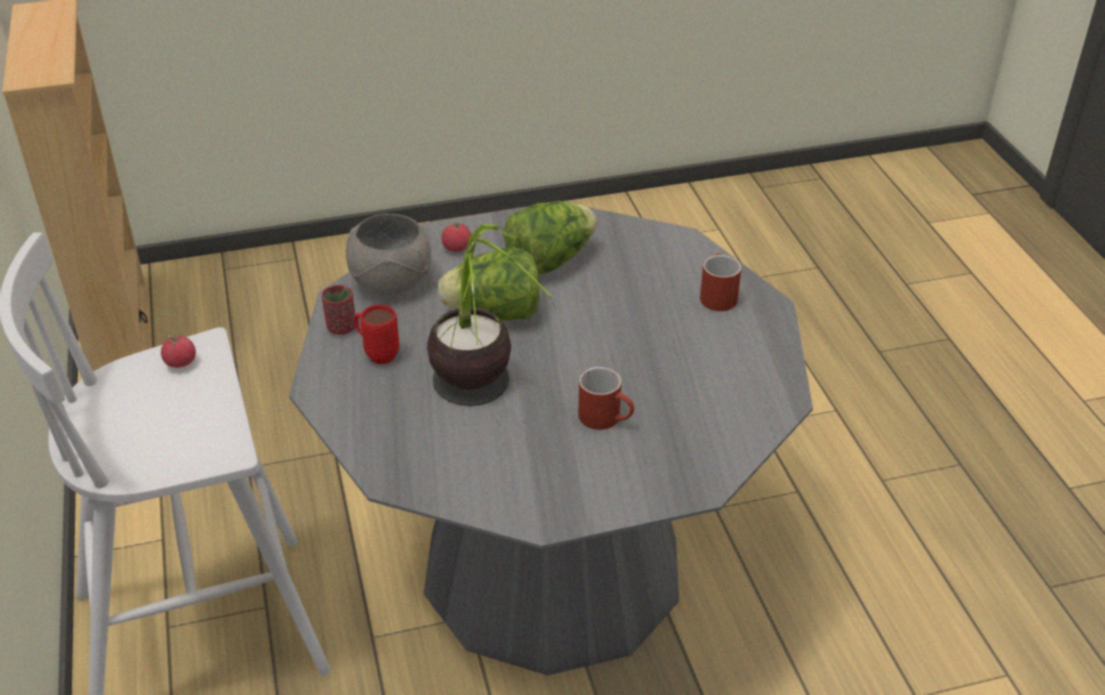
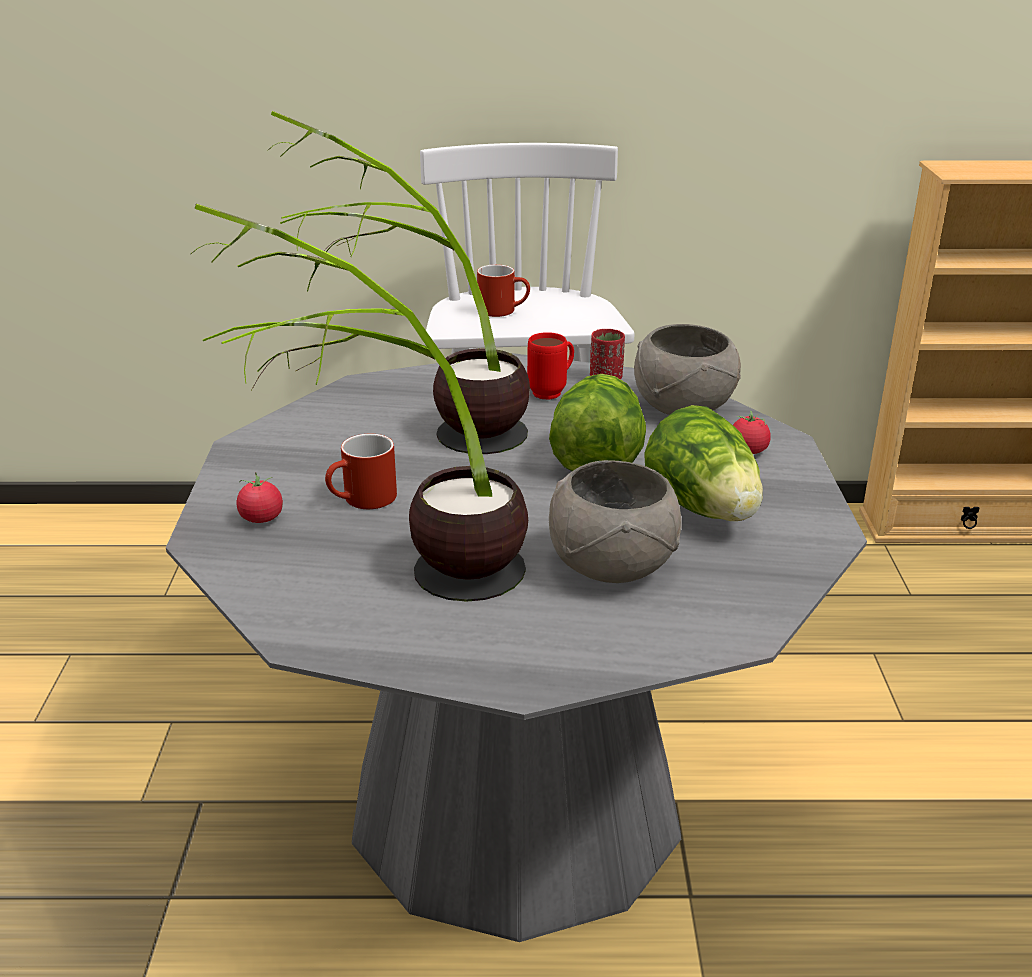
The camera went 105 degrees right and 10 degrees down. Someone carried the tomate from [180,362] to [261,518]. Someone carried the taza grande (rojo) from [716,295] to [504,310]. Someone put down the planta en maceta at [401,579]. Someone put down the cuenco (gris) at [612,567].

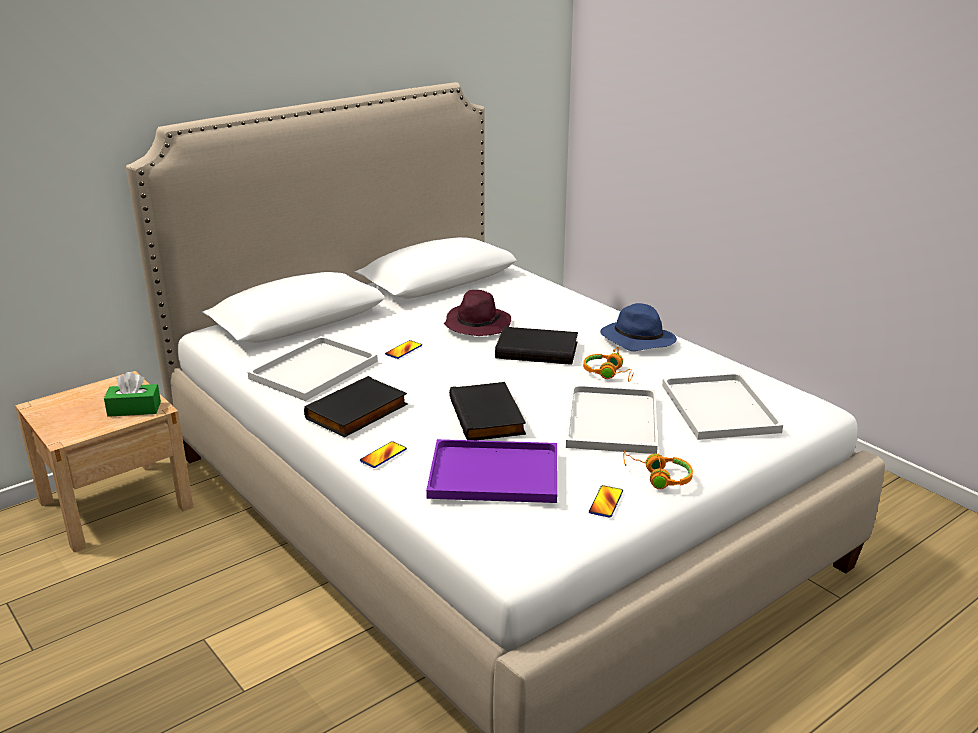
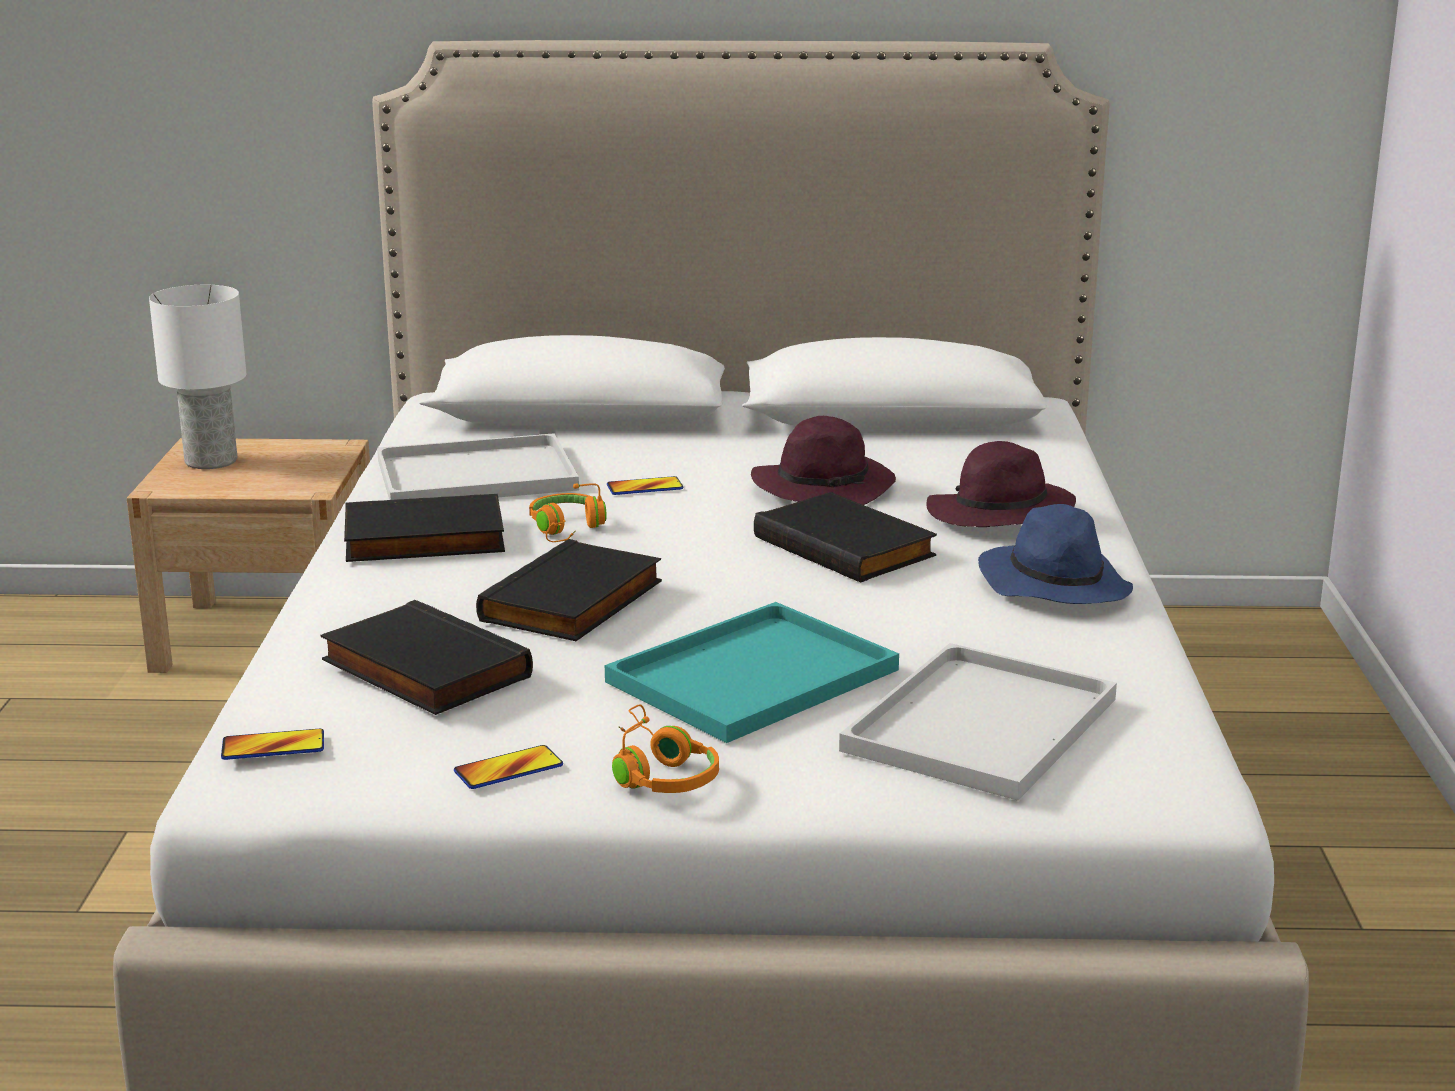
The camera went 40 degrees right and 5 degrees down. Someone took away the caja de pañuelos (verde) at [134,409]. Someone carried the móvil from [383,455] to [273,747]. Someone swapped the bandeja (morado) at [491,474] for the libro (negro) at [421,670]. Someone repainted the bandeja (blanco) at [610,420], which became the bandeja (turquesa) at [754,673]. Someone carried the auriculares (naranja) from [608,374] to [567,530]. Someone put down the lámpara de mesa (blanco) at [209,461]. Someone put down the sombrero (morado) at [999,516].

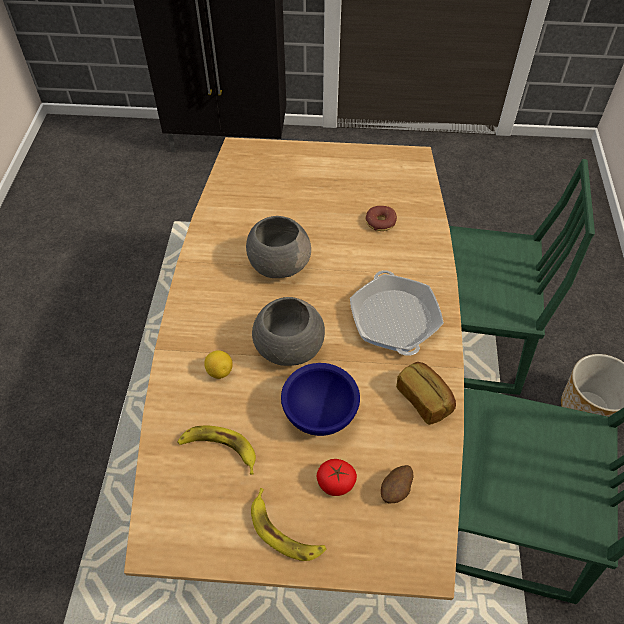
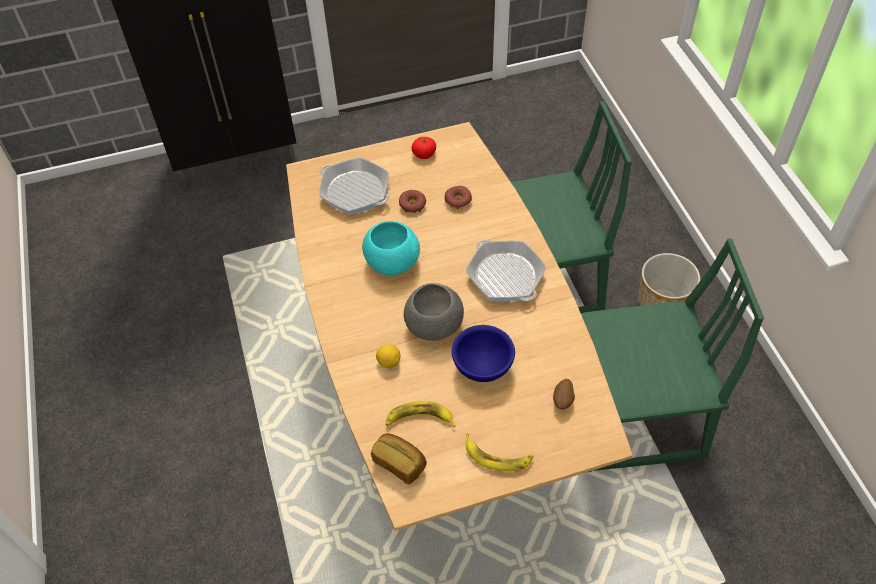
The camera went 20 degrees left and 0 degrees up. Someone repainted the cuenco (gris) at [278,263], which became the cuenco (turquesa) at [391,261]. Someone carried the tomate from [336,482] to [424,154]. Someone carried the pan from [425,399] to [400,463]. Someone put down the sartén at [355,191]. Someone put down the rosquilla at [412,204].

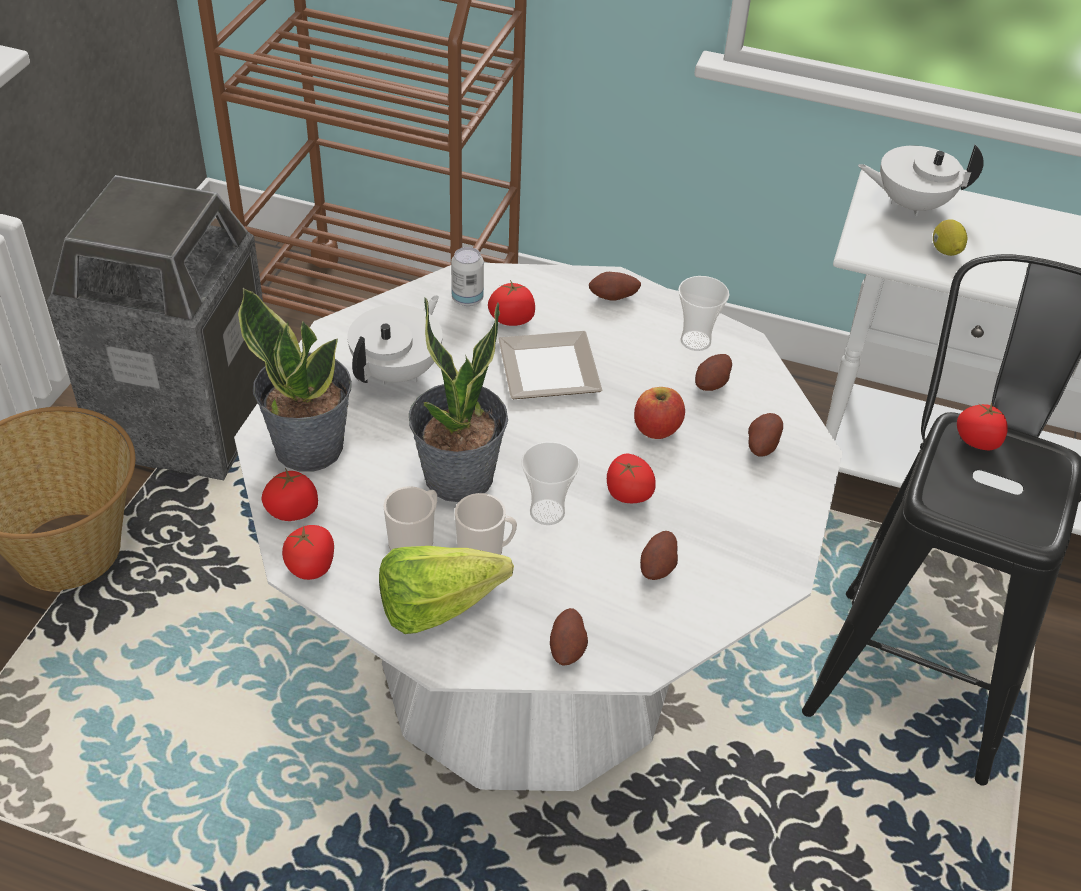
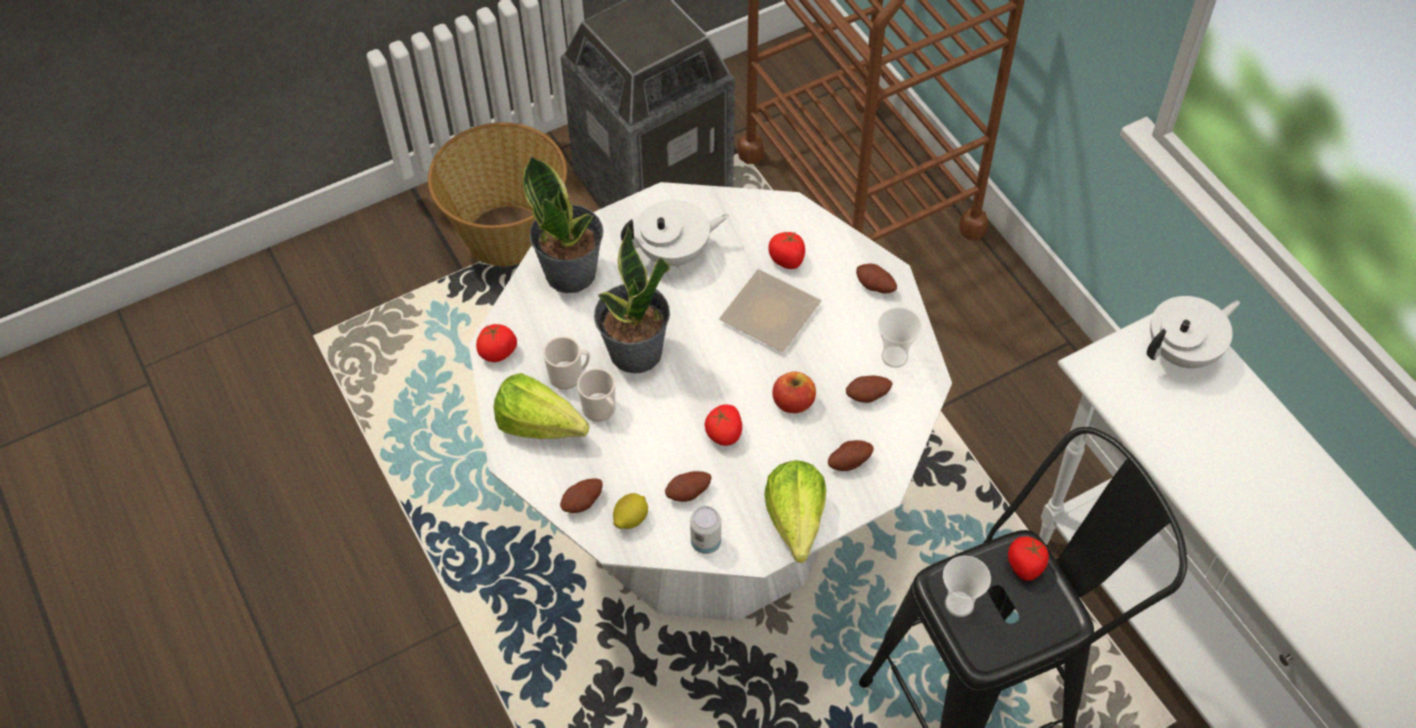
The camera went 45 degrees right and 10 degrees up. Someone took away the tomate at [293,510]. Someone carried the lata from [467,299] to [706,542]. Someone carried the taza from [547,512] to [959,604]. Someone rotated the tetera (blanco) at [910,204] by 105 degrees clockwise. Someone carried the limón from [945,251] to [630,519]. Someone put down the lechuga at [794,529].

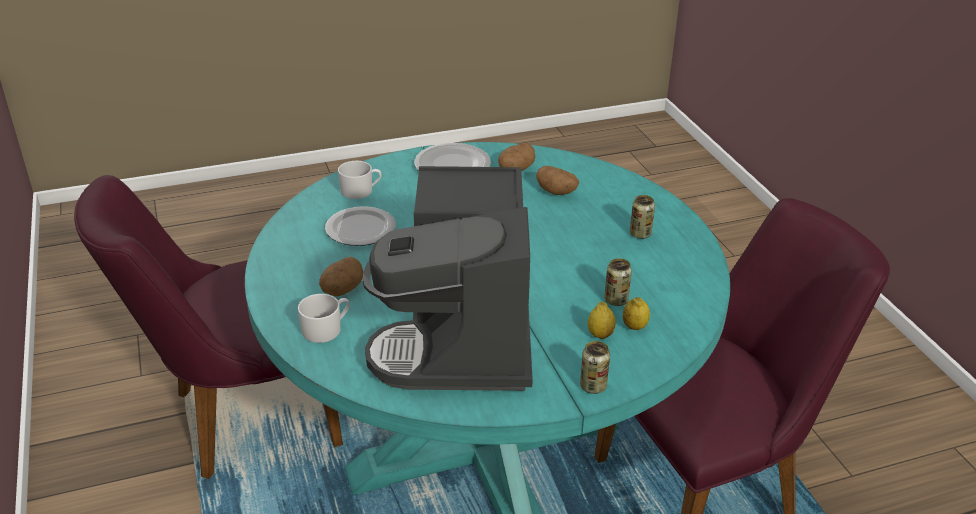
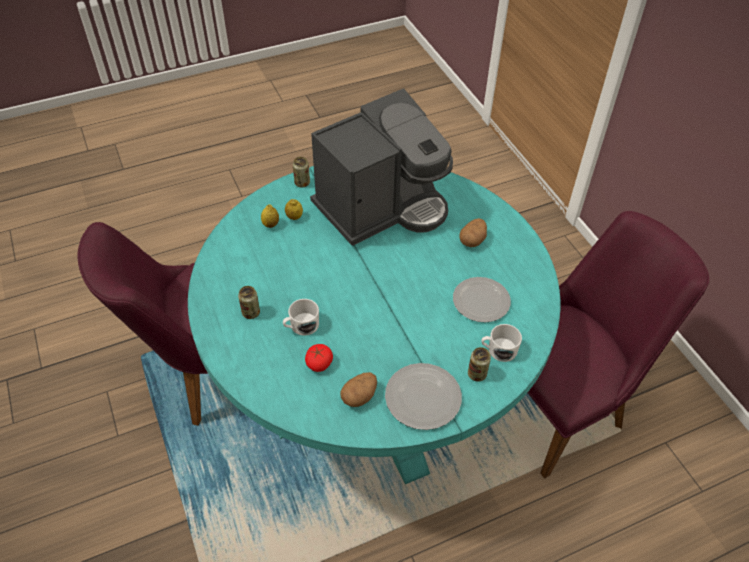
The camera went 175 degrees right and 15 degrees up. Someone carried the taza grande (blanco) from [326,329] to [301,326]. Someone rotated the cafetera at [462,341] by 60 degrees clockwise. Someone swapped the patata at [556,192] for the tomate at [319,363]. Someone carried the lata from [616,300] to [477,374].

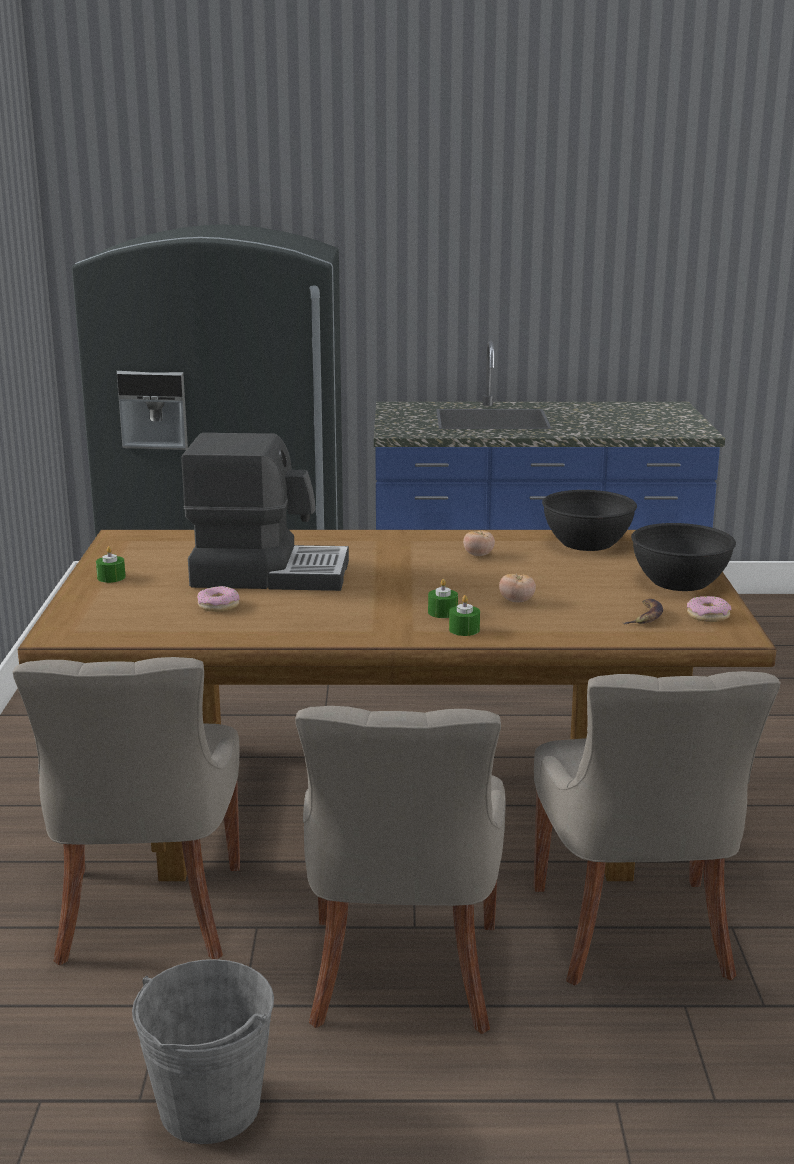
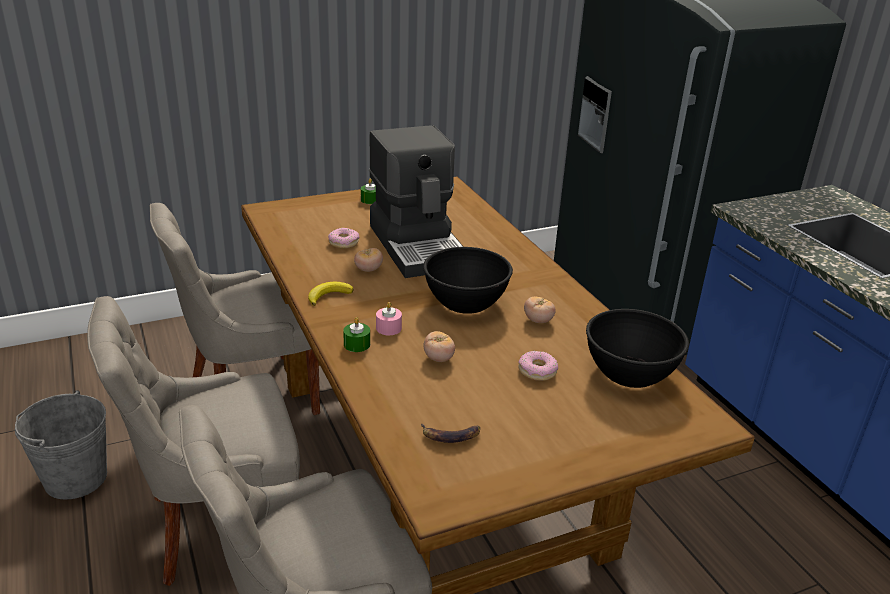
The camera went 65 degrees right and 10 degrees up. Someone repainted the vela (verde) at [442,612], which became the vela (rosa) at [388,328]. Someone carried the cuenco (negro) from [679,582] to [465,301]. Someone carried the rosquilla from [708,616] to [537,371]. Someone put down the plátano at [328,295]. Someone put down the tomate at [368,270].

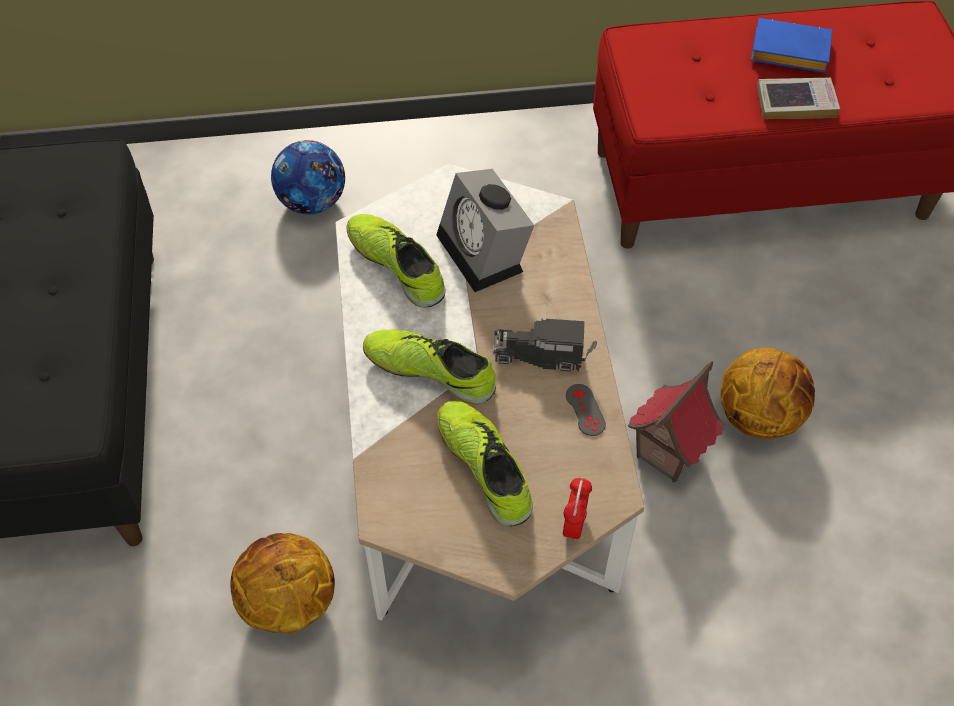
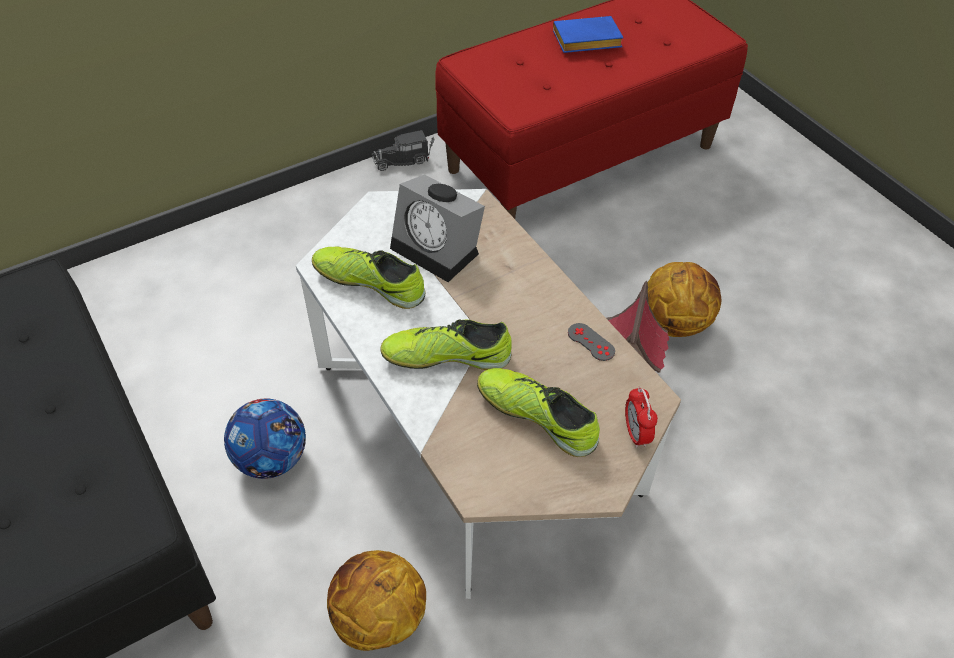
The camera went 25 degrees left and 5 degrees down. Someone carried the balón de fútbol from [312,202] to [271,459]. Someone carried the camión de juguete from [543,354] to [404,160]. Someone took away the libro at [795,103].

